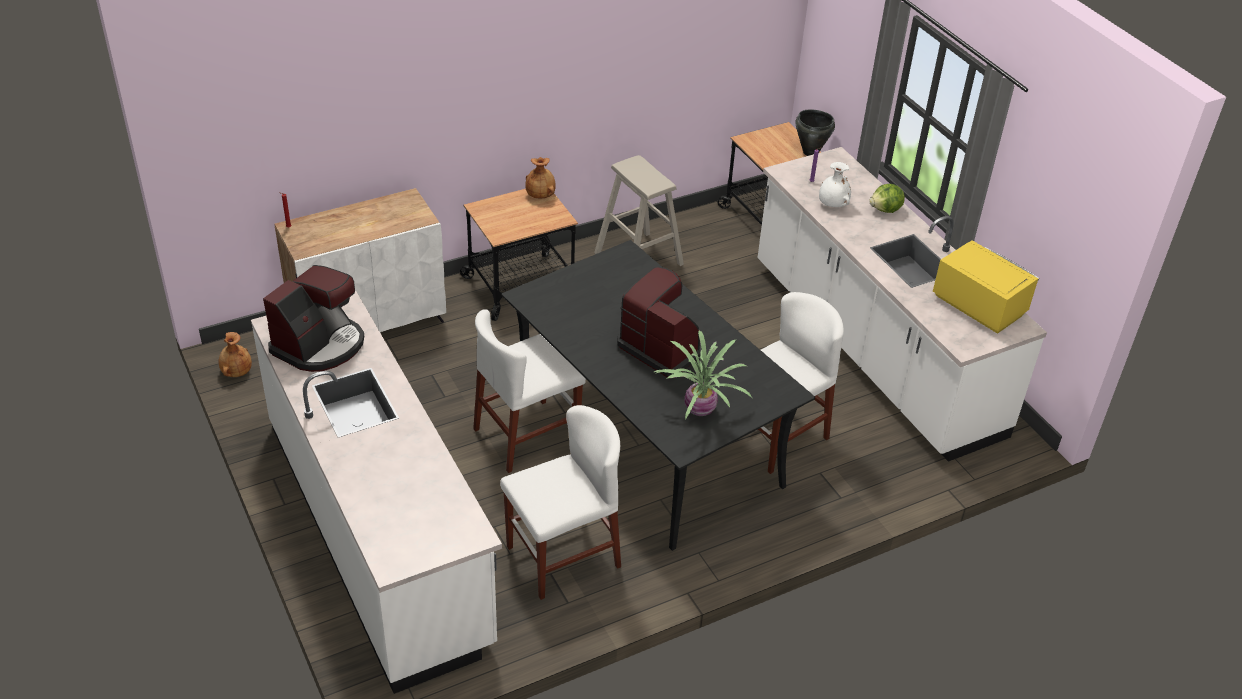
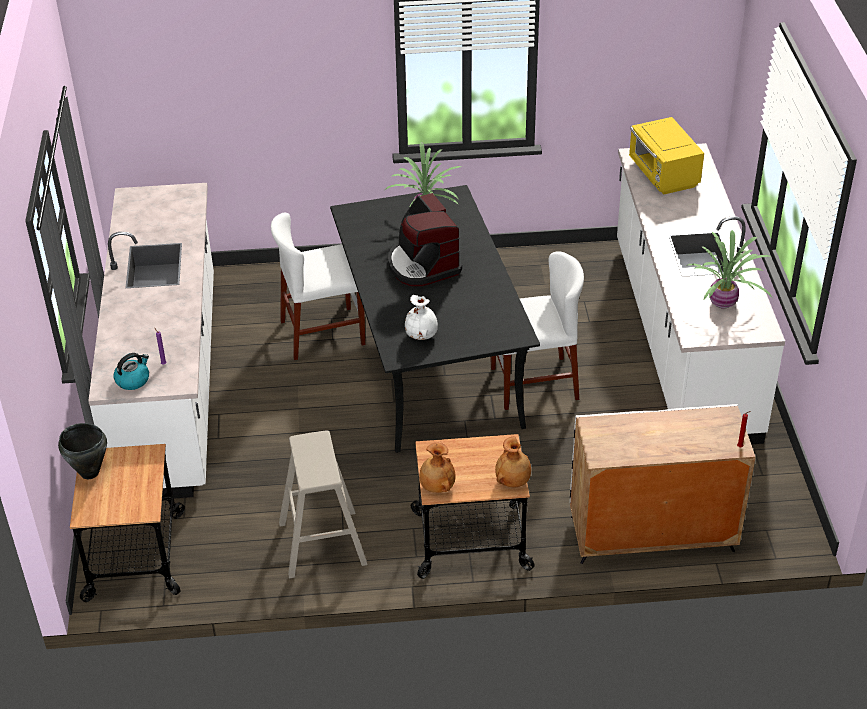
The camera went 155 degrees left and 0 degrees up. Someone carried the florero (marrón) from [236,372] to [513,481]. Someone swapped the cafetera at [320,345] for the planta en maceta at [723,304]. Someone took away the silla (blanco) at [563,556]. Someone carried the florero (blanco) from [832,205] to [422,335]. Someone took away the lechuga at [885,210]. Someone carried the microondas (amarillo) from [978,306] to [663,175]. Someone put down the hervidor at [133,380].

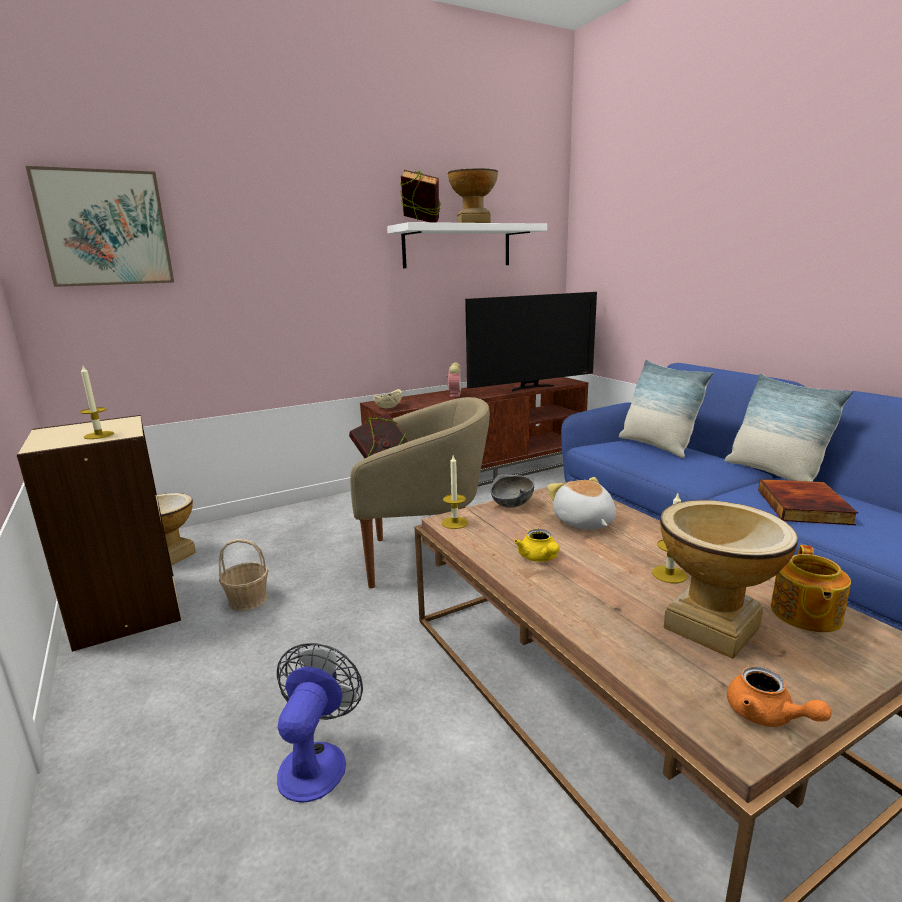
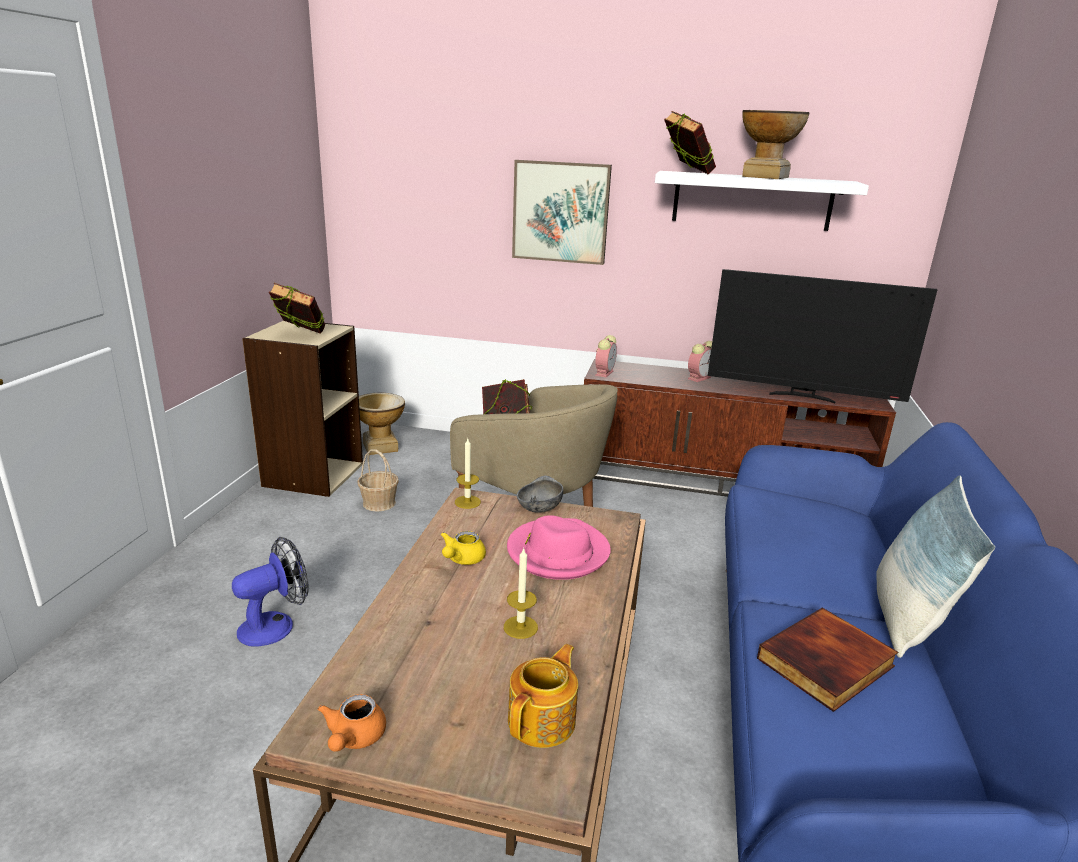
The camera went 40 degrees right and 5 degrees up. Someone carried the cuadro from [105,228] to [560,212]. Someone swapped the vela at [99,435] for the libro at [300,336]. Someone swapped the cuenco (beis) at [388,407] for the despertador at [604,373]. Someone swapped the peluche at [583,522] for the sombrero (rosa) at [557,552]. Someone took away the cojín at [657,446]. Someone took away the florero at [712,627]. Someone rotated the tetera at [804,614] by 150 degrees clockwise.

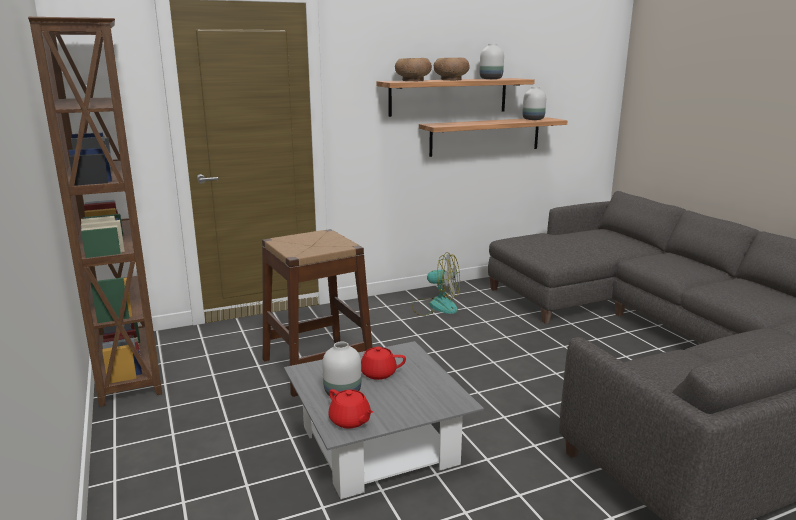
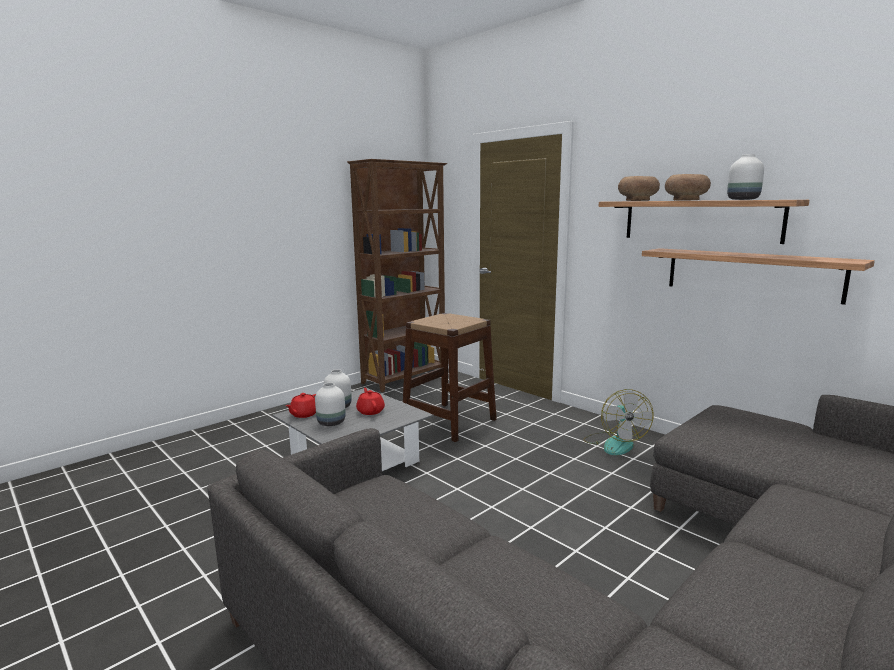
The camera went 70 degrees right and 5 degrees down. Someone carried the florero (blanco) from [533,119] to [330,423].

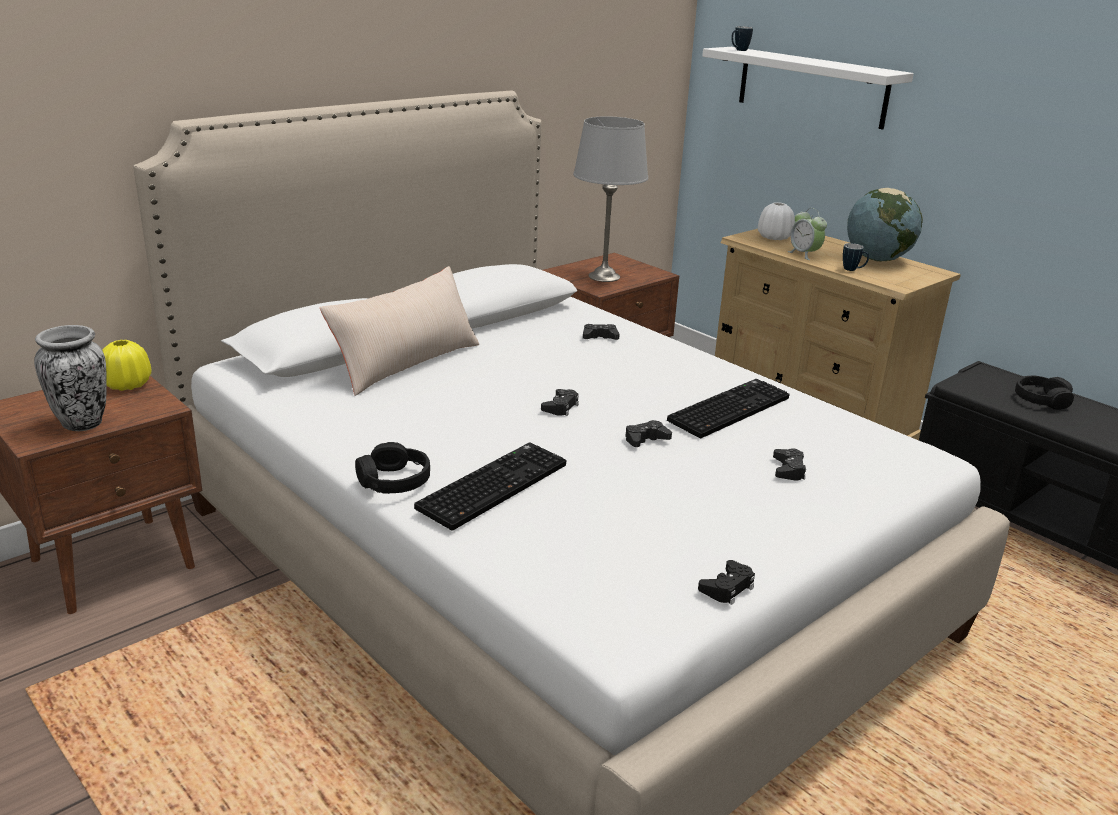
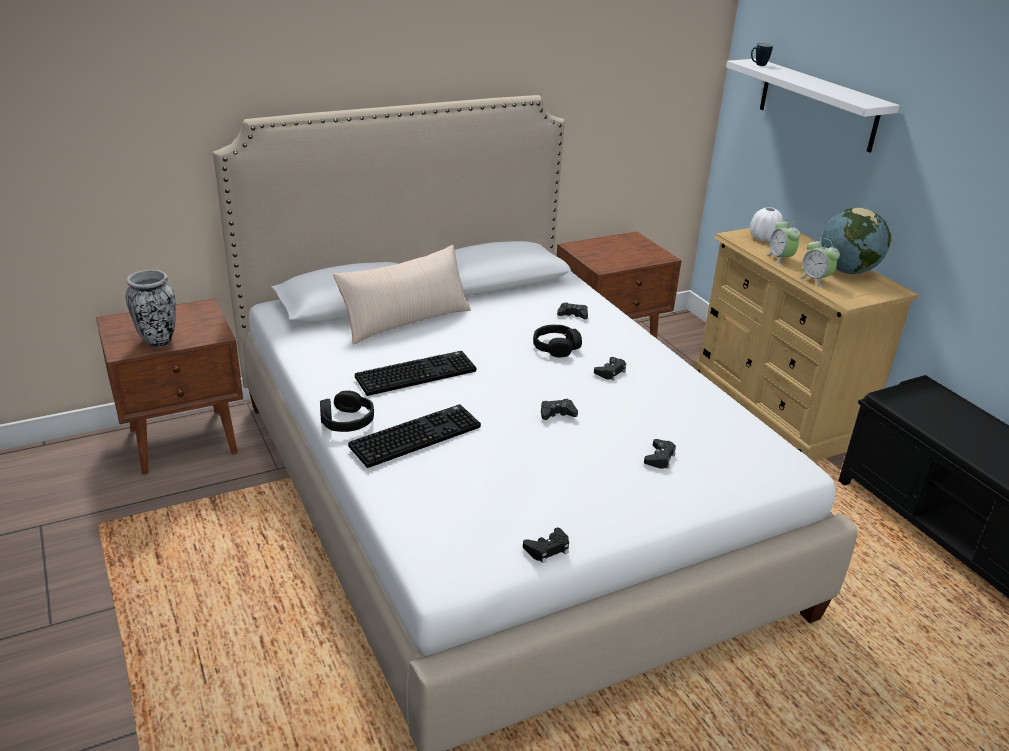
The camera went 15 degrees right and 5 degrees up. Someone took away the florero (amarillo) at [127,385]. Someone carried the mando de consola (negro) from [560,407] to [610,372]. Someone took away the lámpara de mesa (gris) at [603,276]. Someone carried the teclado from [728,408] to [416,373]. Someone swapped the taza grande at [853,270] for the despertador at [815,280]. Someone carried the auriculares (negro) from [1041,400] to [556,347].

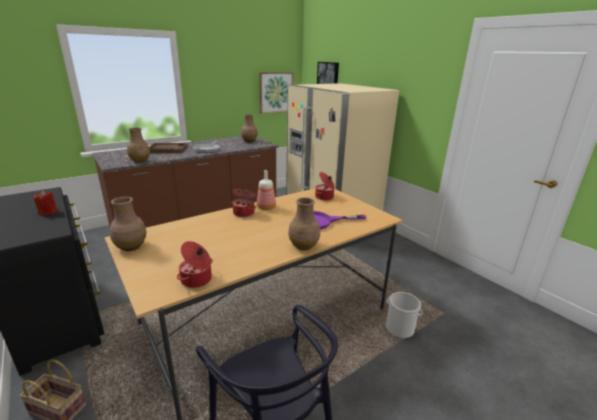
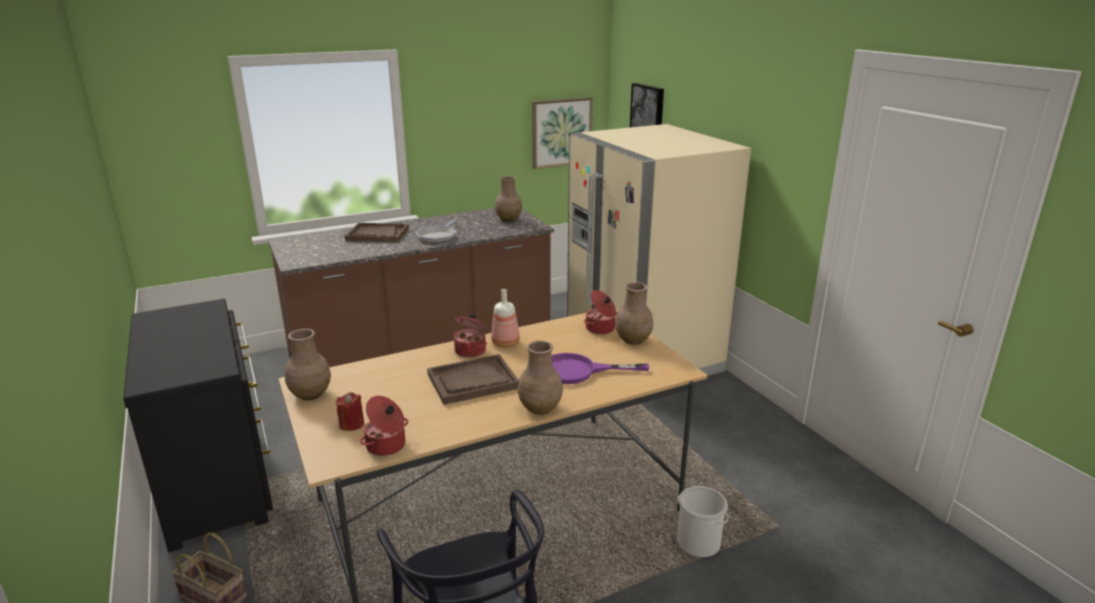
The camera went 10 degrees right and 0 degrees up. Someone carried the vela (rojo) from [48,212] to [352,424]. Someone carried the florero (marrón) from [140,161] to [633,340]. Someone put down the bandeja (marrón) at [472,381].

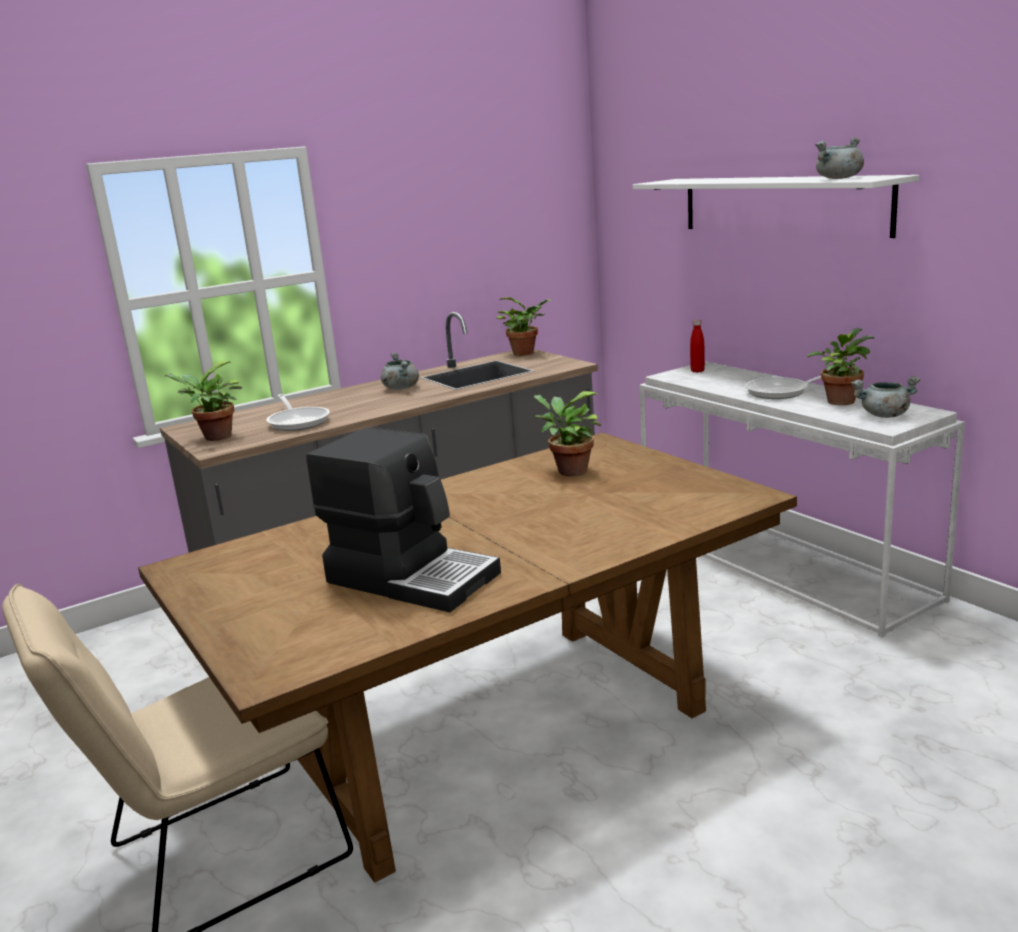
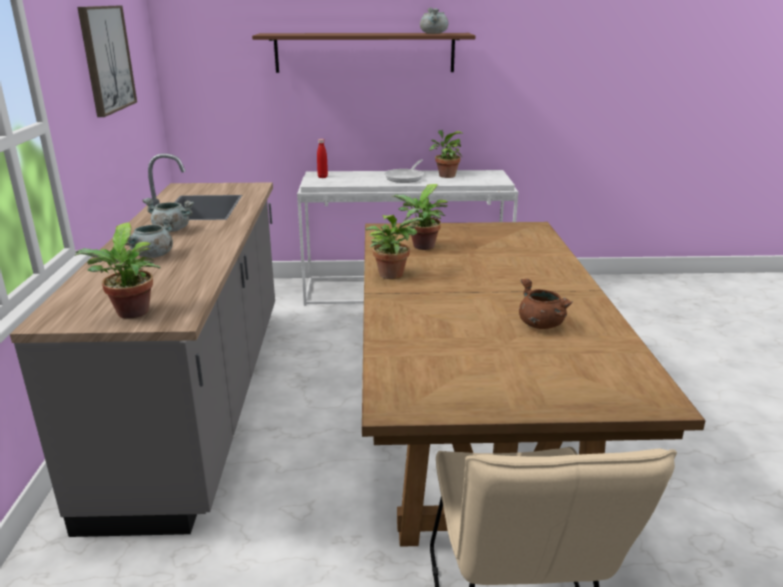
The camera went 60 degrees left and 5 degrees up. Someone took away the sartén at [298,421]. Someone swapped the cafetera at [412,577] for the olla (marrón) at [540,324]. Someone carried the planta en maceta from [526,353] to [392,273]. Someone repainted the estante (blanco) at [781,205], which became the estante (marrón) at [364,52]. Someone carried the olla (gris) from [884,415] to [153,255]. Someone put up the cuadro at [106,59].

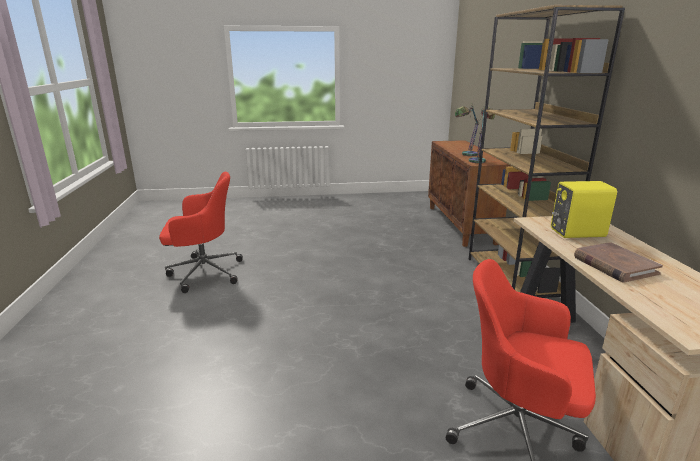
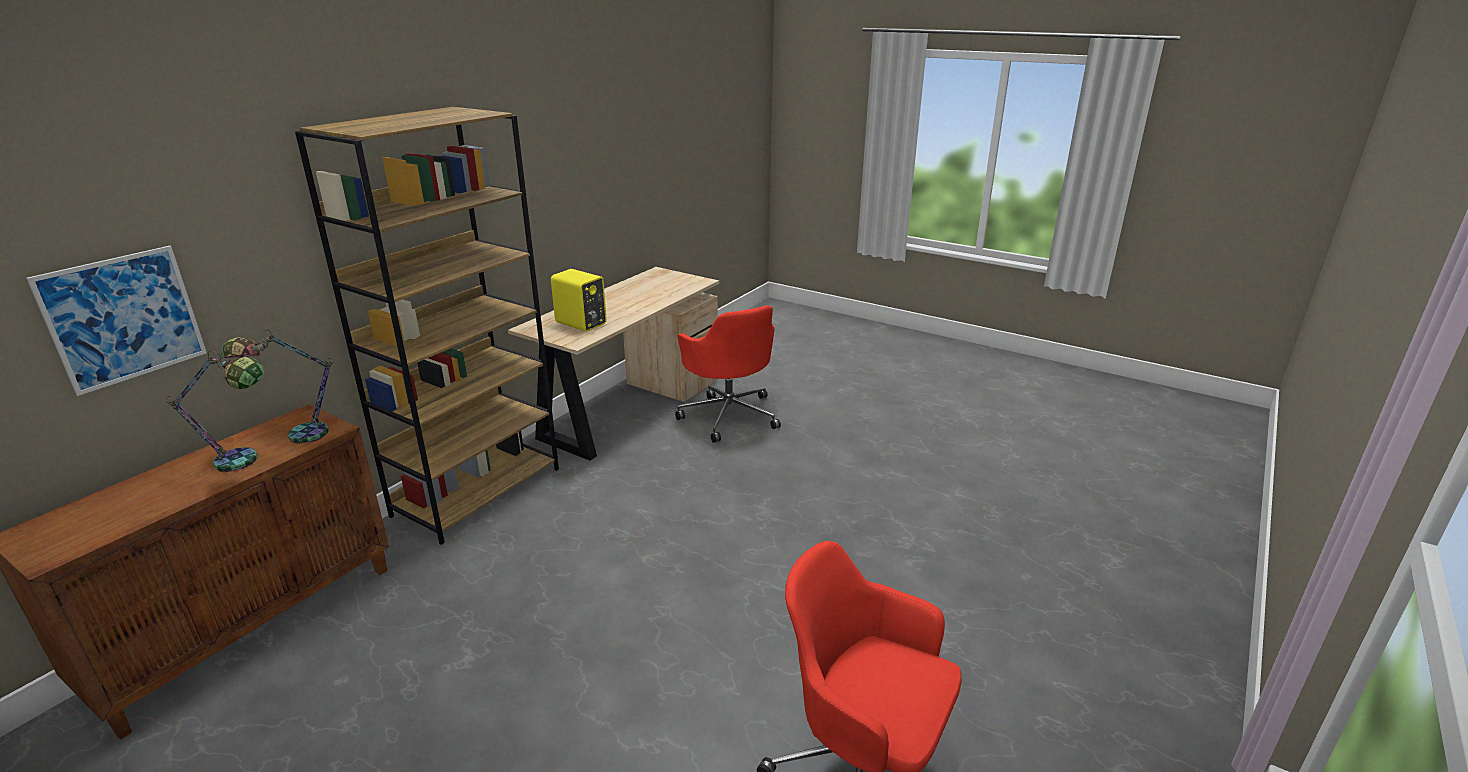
The camera went 140 degrees left and 5 degrees up. Someone took away the libro (marrón) at [614,265]. Someone put up the cuadro at [124,318].

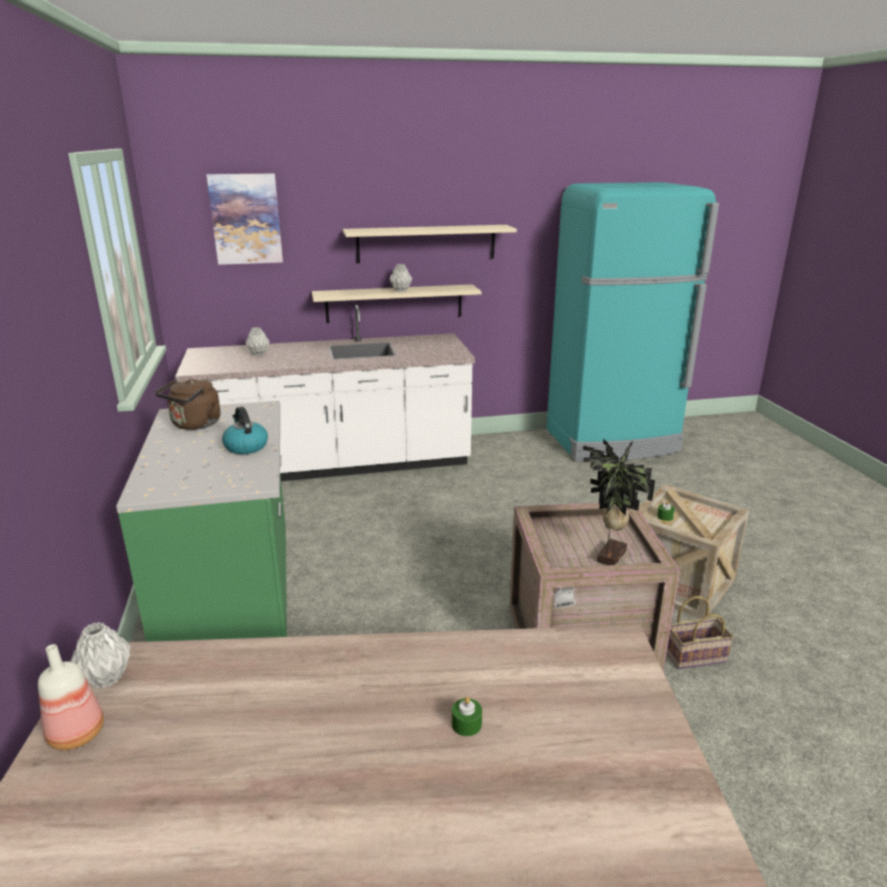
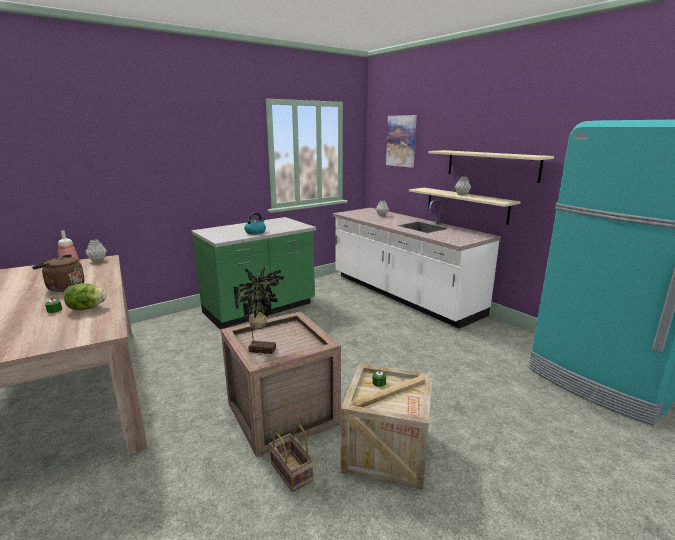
The camera went 65 degrees right and 5 degrees down. Someone carried the hervidor (marrón) from [194,425] to [63,288]. Someone put down the lechuga at [86,308].

